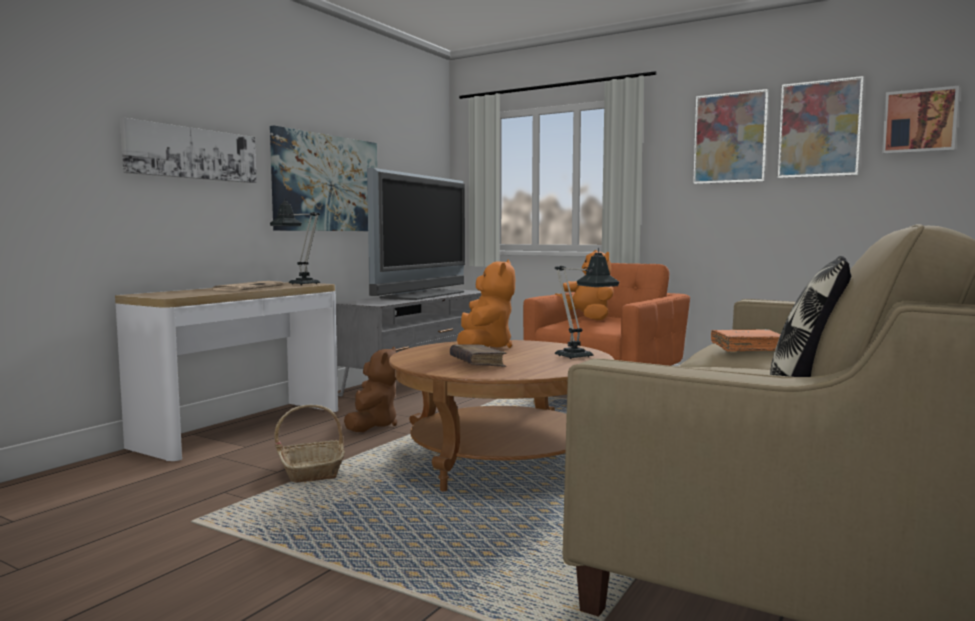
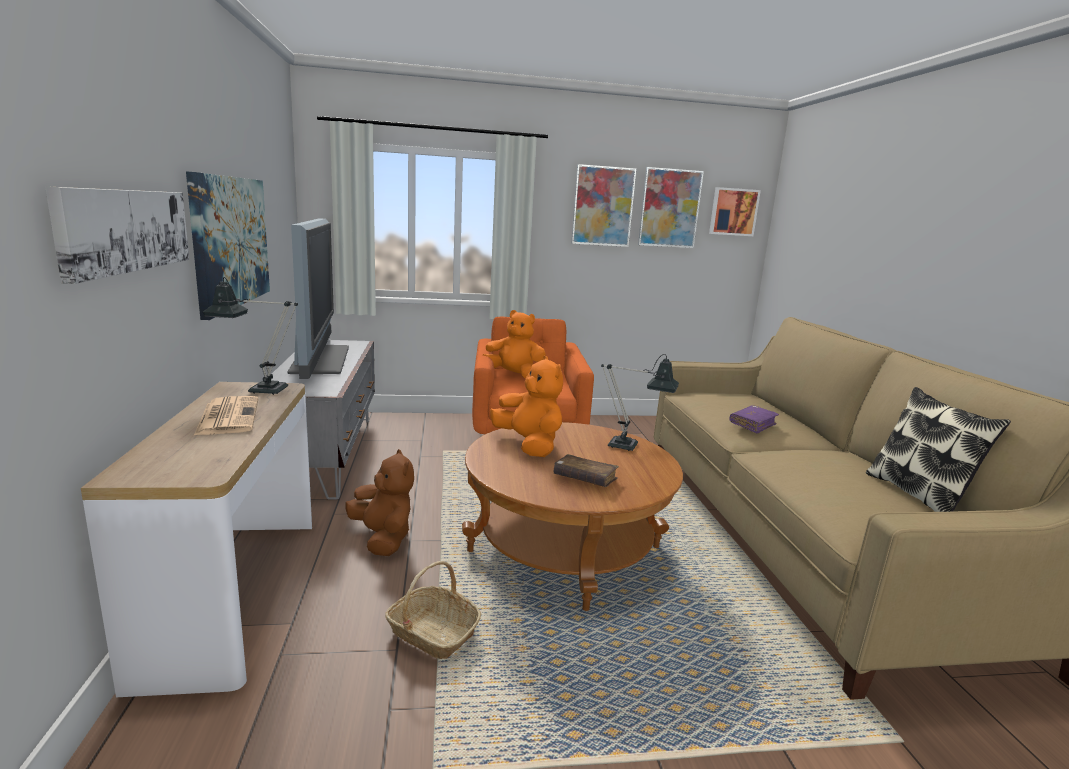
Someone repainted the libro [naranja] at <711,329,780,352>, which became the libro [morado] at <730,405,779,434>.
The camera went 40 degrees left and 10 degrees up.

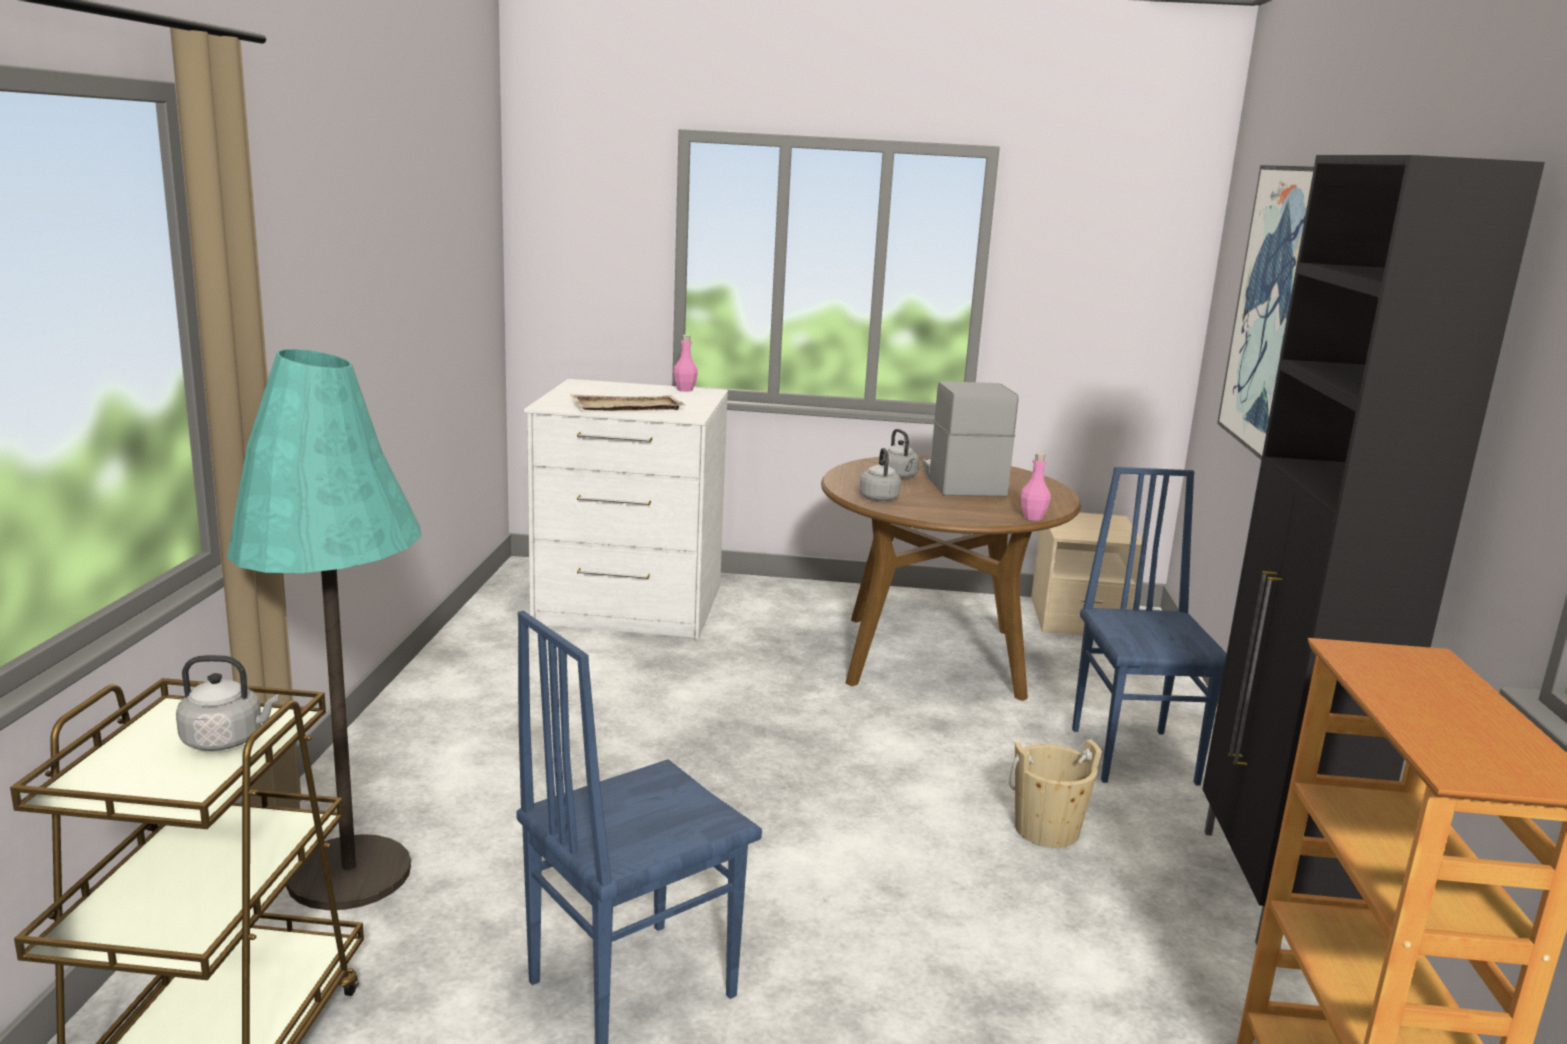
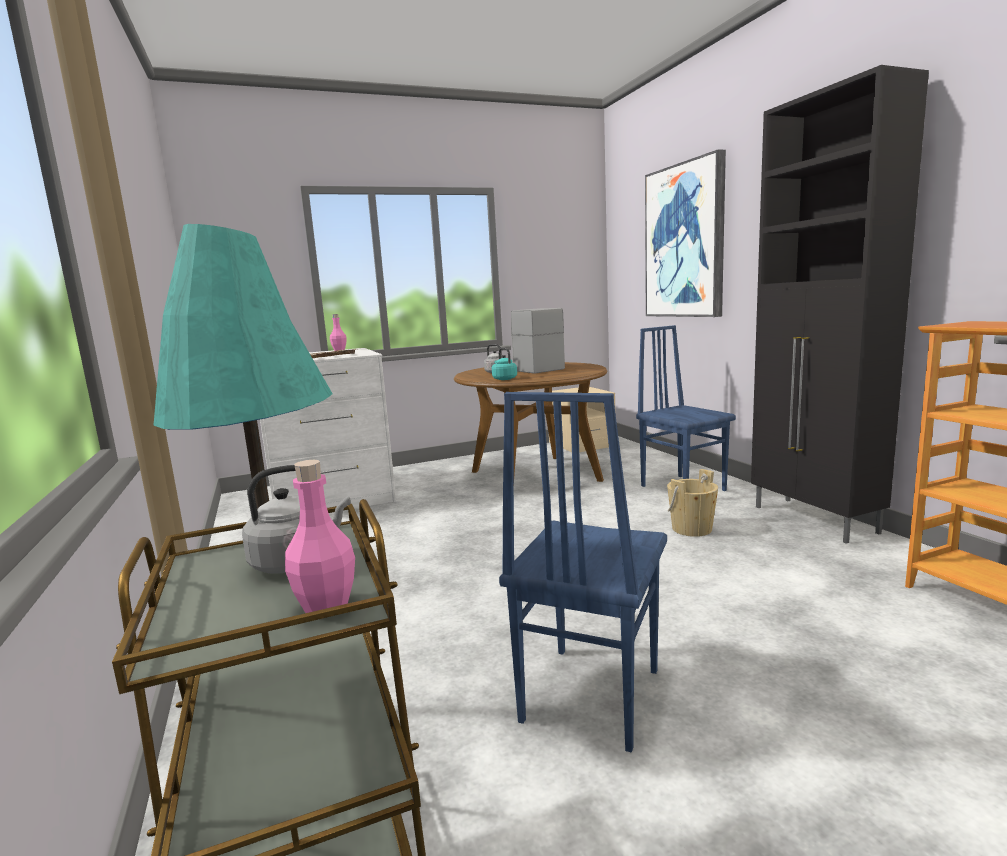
Someone repainted the hervidor [gris] at <859,448,901,501>, which became the hervidor [turquesa] at <492,348,517,380>.
Someone carried the botella [rosa] from <1020,453,1051,521> to <285,460,355,613>.
The camera went 25 degrees left and 5 degrees down.

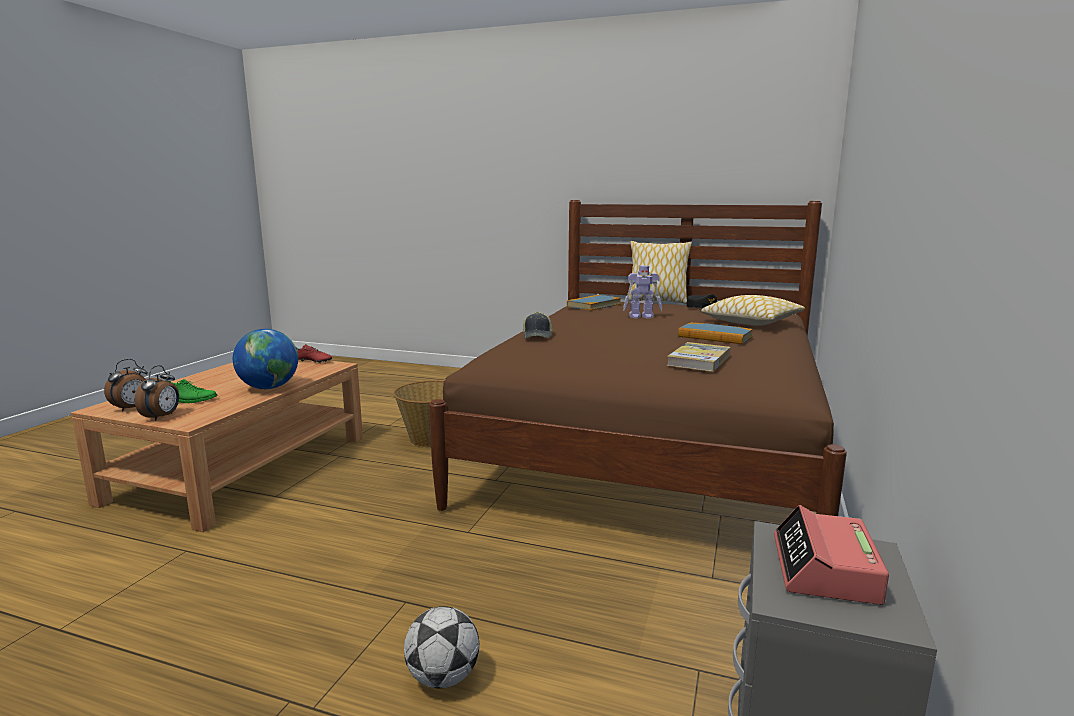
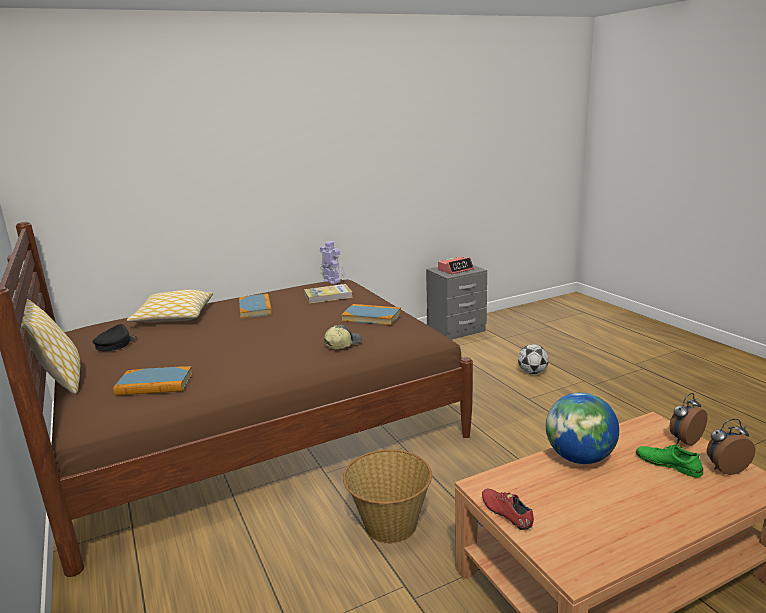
Someone carried the robot de juguete from <623,266,663,319> to <320,241,345,284>.
Someone put down the libro at <341,304,401,325>.
The camera went 135 degrees left and 5 degrees up.

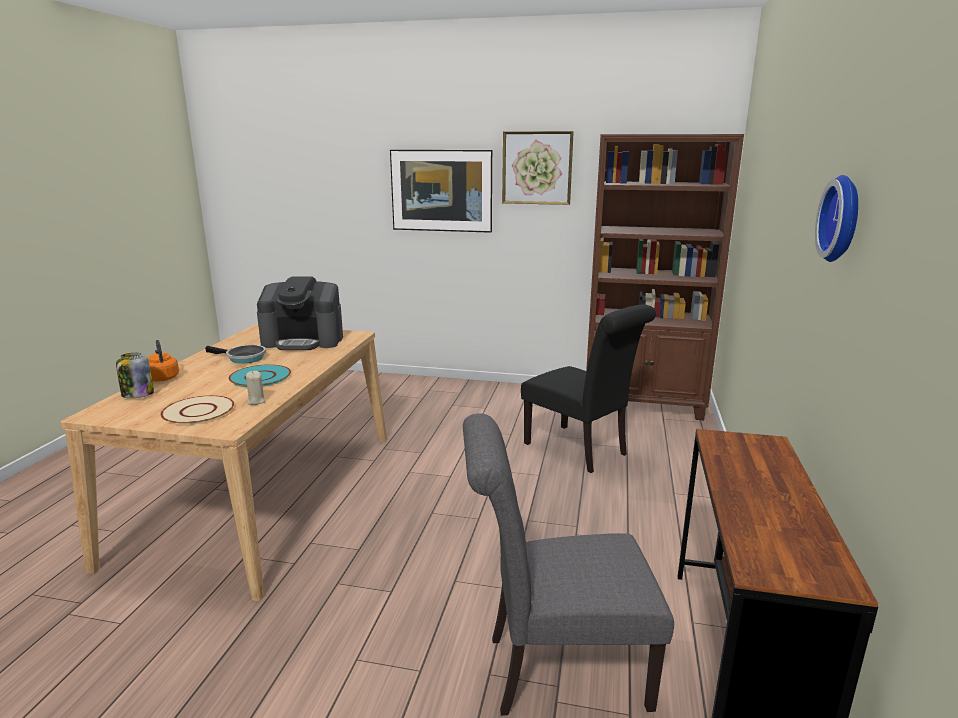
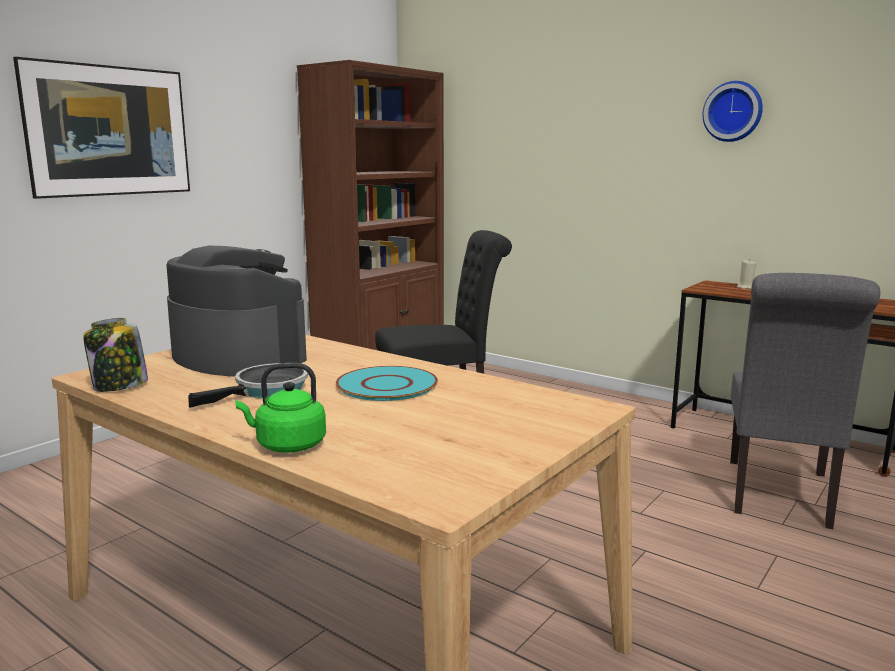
Someone took away the cuadro at <502,131,574,205>.
Someone rotated the cafetera at <257,276,343,350> by 75 degrees counterclockwise.
Someone repainted the hervidor [naranja] at <148,340,179,382>, which became the hervidor [verde] at <235,363,326,453>.
Someone carried the tarro from <116,353,154,398> to <83,318,148,392>.
Someone carried the vela [beis] from <246,371,266,405> to <737,259,757,289>.
Someone took away the plato [beis] at <161,395,234,425>.
The camera went 65 degrees left and 5 degrees down.

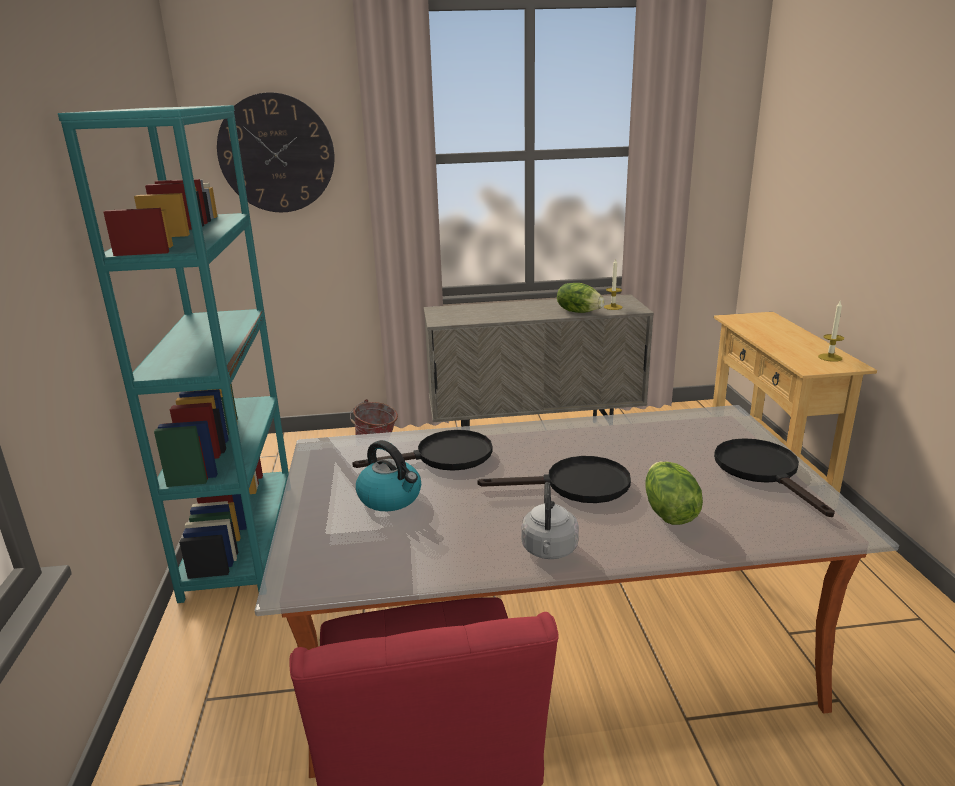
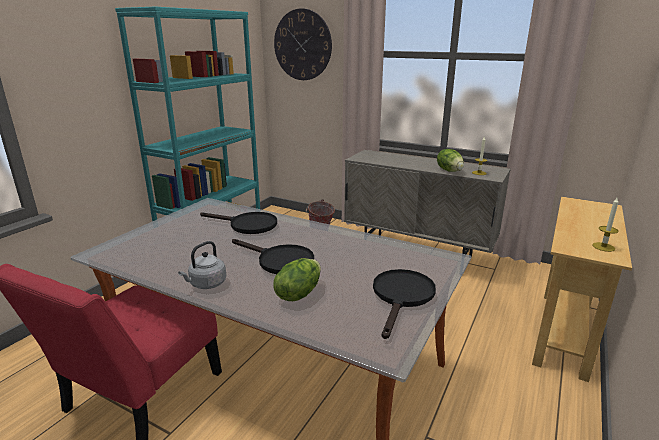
Someone took away the hervidor at <356,440,421,511>.
The camera went 35 degrees right and 0 degrees up.

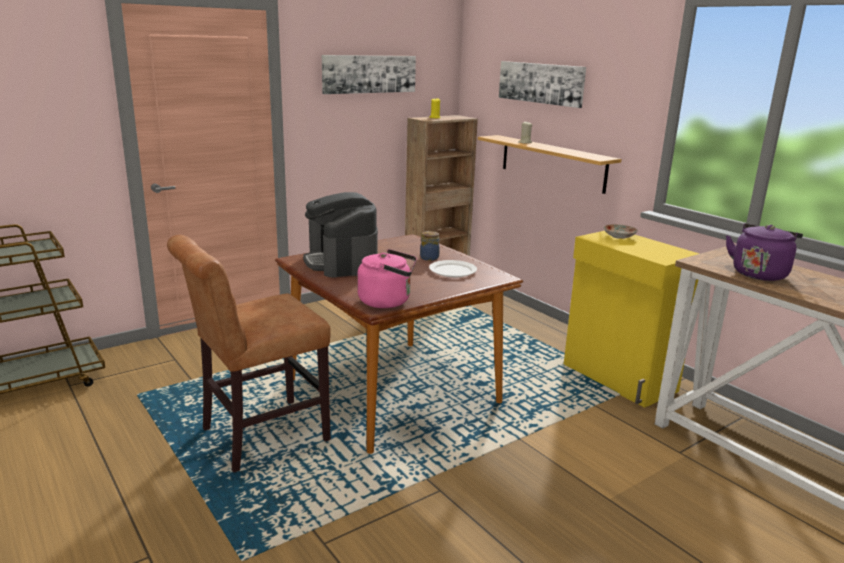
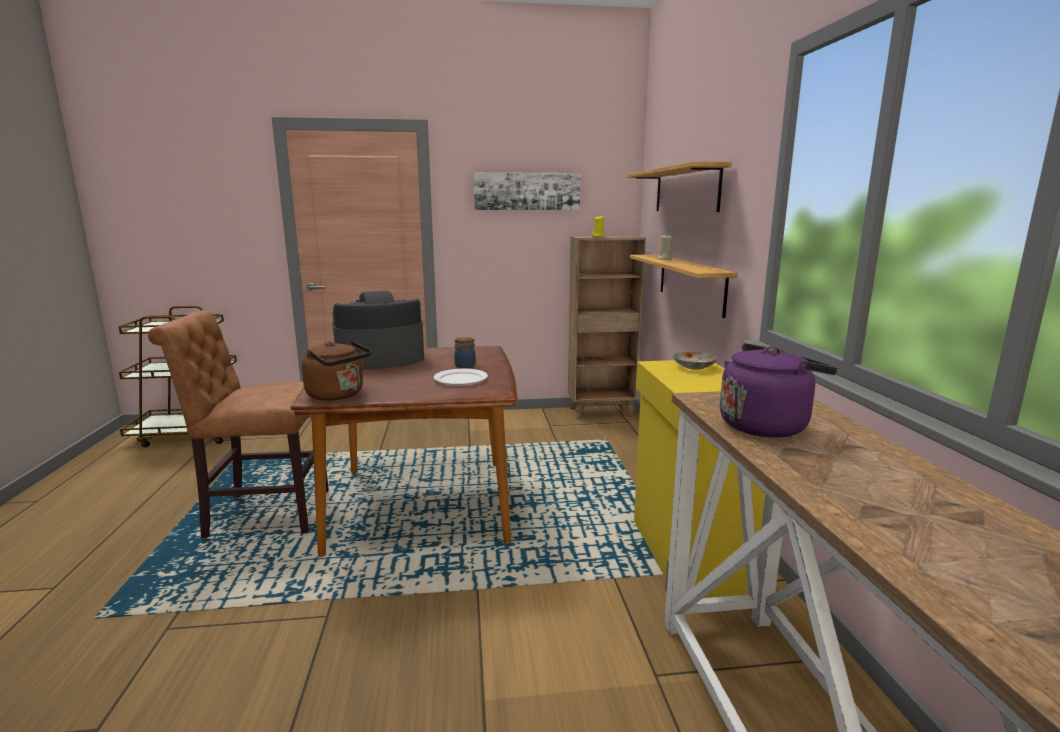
Someone swapped the cuadro at <499,61,586,108> for the estante at <626,161,732,212>.
Someone rotated the cafetera at <303,192,378,277> by 60 degrees clockwise.
Someone repainted the hervidor [rosa] at <357,249,417,308>, which became the hervidor [marrón] at <302,340,372,401>.
The camera went 30 degrees right and 5 degrees down.

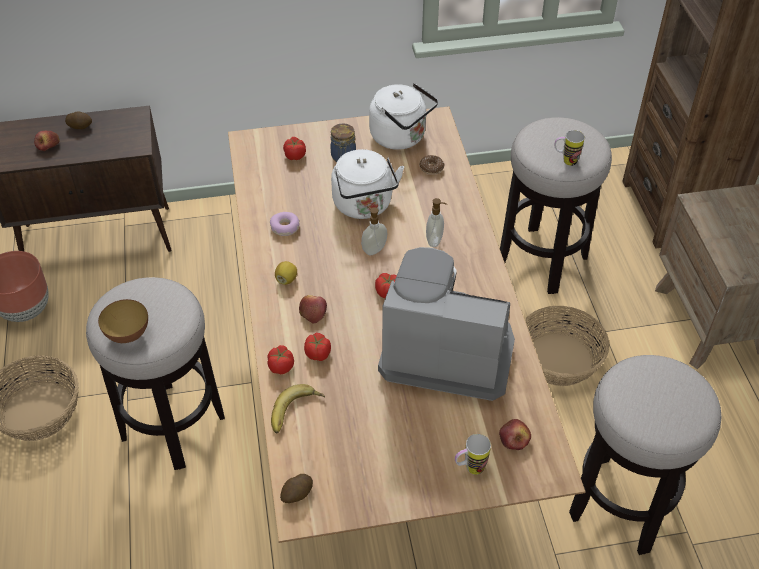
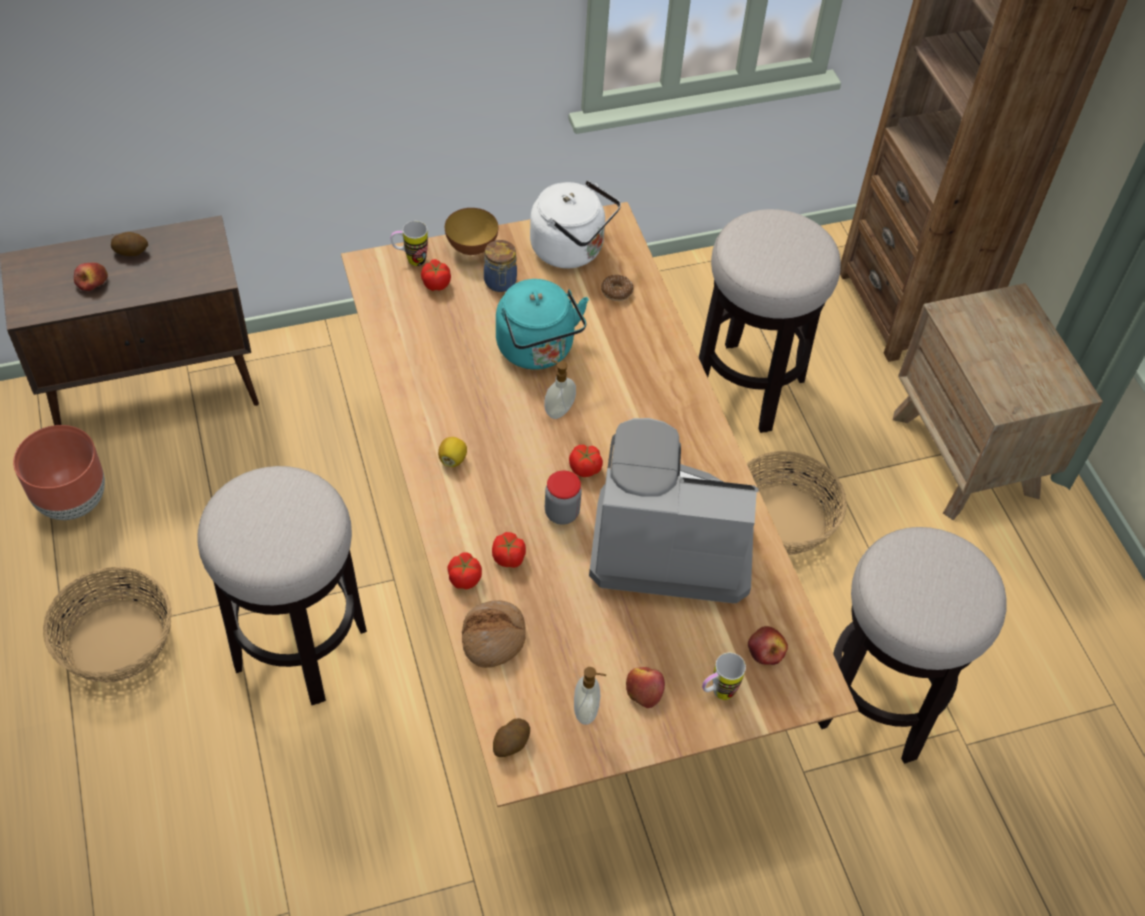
Someone carried the taza grande from <555,130,585,166> to <391,221,428,266>.
Someone repainted the hervidor [blanco] at <331,149,404,219>, which became the hervidor [turquesa] at <496,279,589,370>.
Someone carried the dispensador de jabón from <426,198,447,247> to <574,667,606,725>.
Someone took away the rosquilla at <270,212,300,236>.
Someone carried the manzana from <299,295,327,323> to <626,667,665,708>.
Someone carried the cuenco from <98,299,148,343> to <445,208,498,255>.
Someone swapped the plátano at <271,384,325,433> for the pan at <462,600,526,668>.
Someone put down the tarro at <545,471,582,525>.
The camera went 10 degrees left and 5 degrees up.

